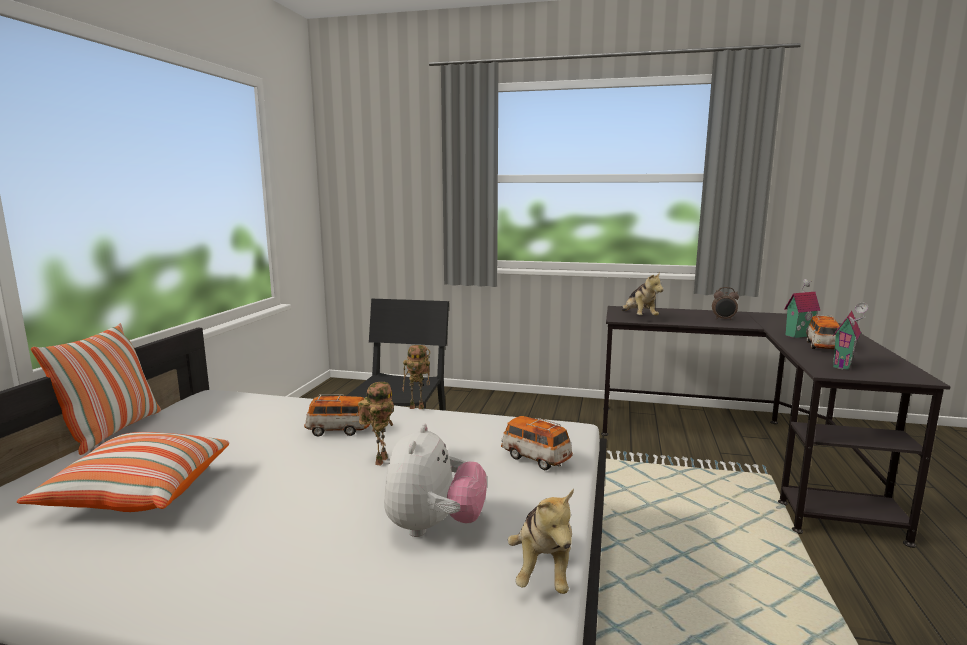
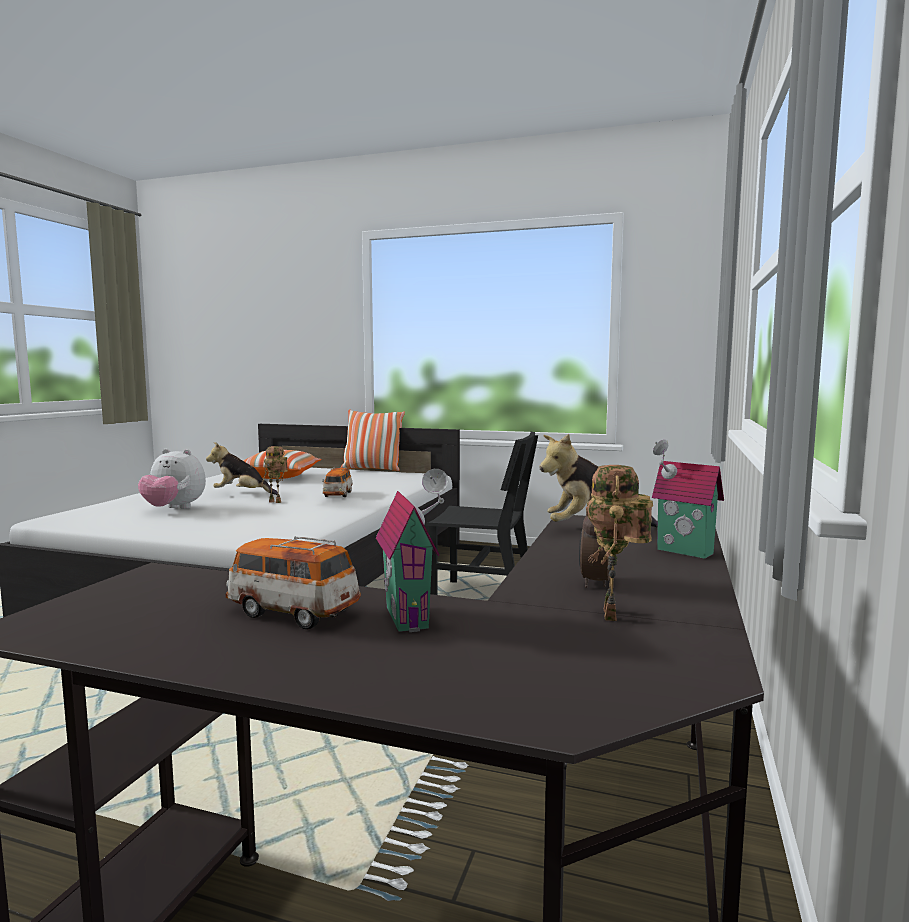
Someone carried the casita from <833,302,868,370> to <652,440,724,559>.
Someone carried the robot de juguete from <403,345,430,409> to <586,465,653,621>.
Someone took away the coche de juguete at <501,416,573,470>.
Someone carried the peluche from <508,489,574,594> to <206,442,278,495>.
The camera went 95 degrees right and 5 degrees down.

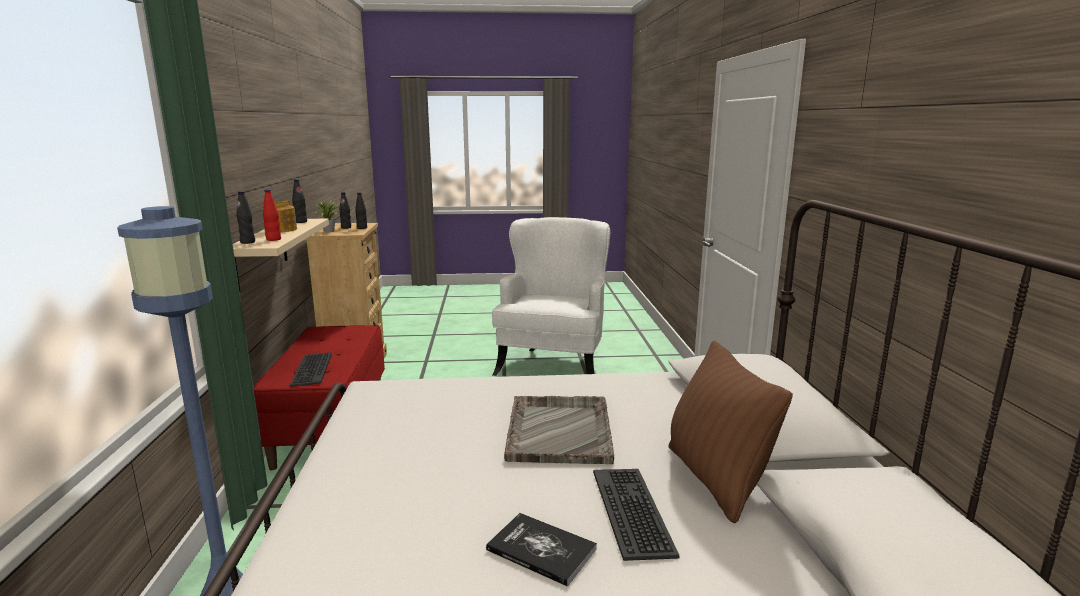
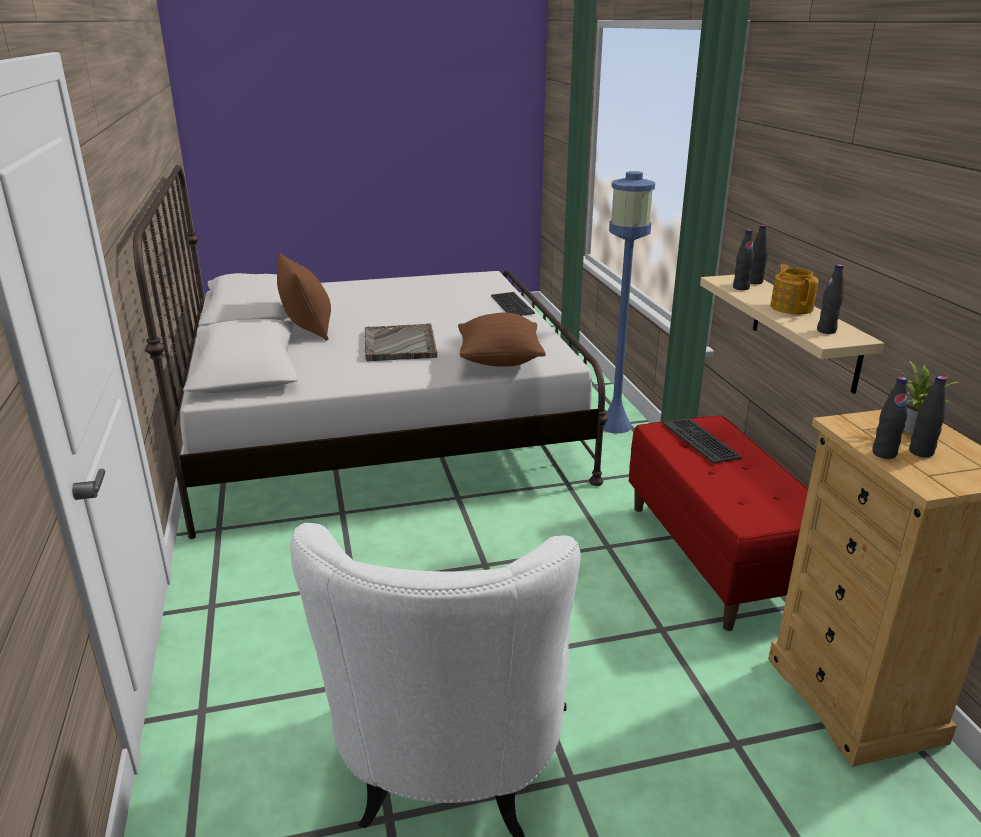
Someone repainted the botella [rojo] at <263,190,281,241>, which became the botella [negro] at <733,229,754,290>.
Someone carried the teclado from <593,469,680,561> to <491,292,535,316>.
Someone took away the libro at <486,513,597,587>.
Someone put down the cojín [marrón] at <458,313,546,367>.
The camera went 170 degrees right and 10 degrees up.

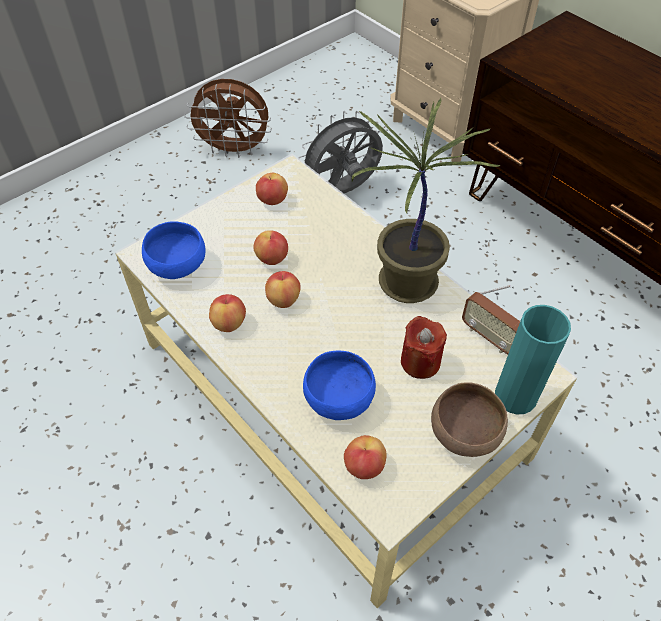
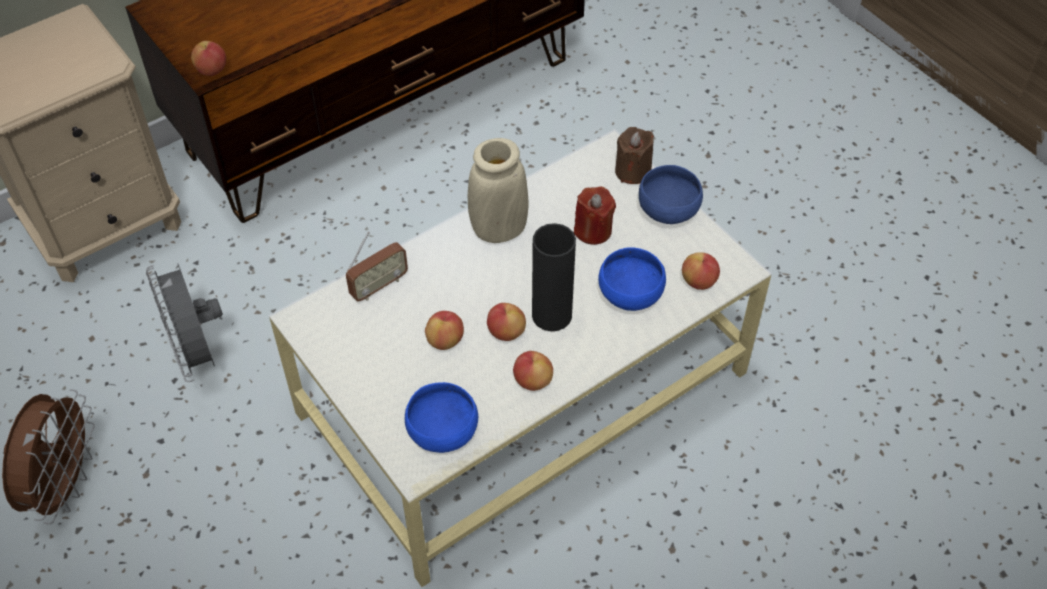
Someone swapped the planta en maceta at <352,98,501,303> for the florero [beis] at <468,138,528,243>.
Someone carried the manzana from <256,173,288,205> to <191,41,226,76>.
Someone carried the radio from <462,285,520,354> to <346,231,408,301>.
Someone swapped the florero [turquesa] at <495,305,571,414> for the vela [marrón] at <615,127,654,184>.
Someone repainted the cuenco [marrón] at <431,382,508,457>, which became the cuenco [azul] at <639,165,703,224>.
Someone put down the florero [negro] at <532,223,576,331>.
The camera went 85 degrees left and 0 degrees up.

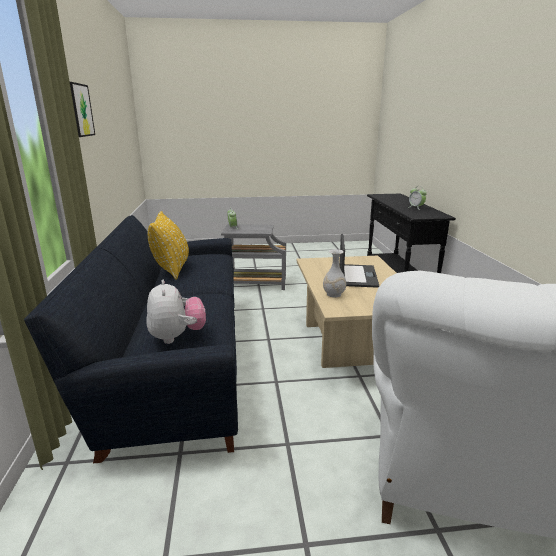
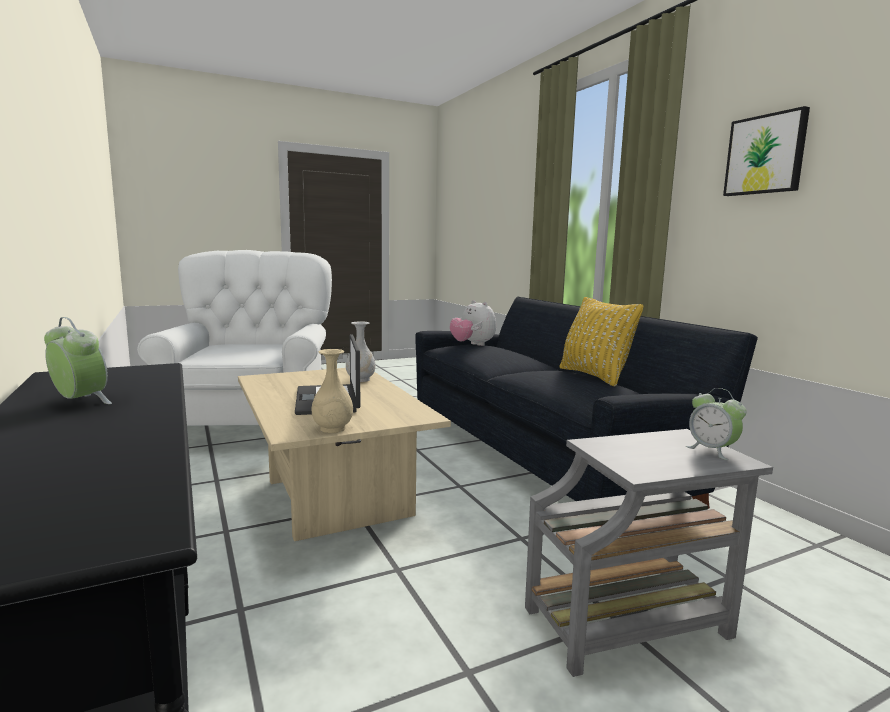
Someone put down the florero [beis] at <311,349,353,433>.
The camera went 160 degrees right and 10 degrees down.

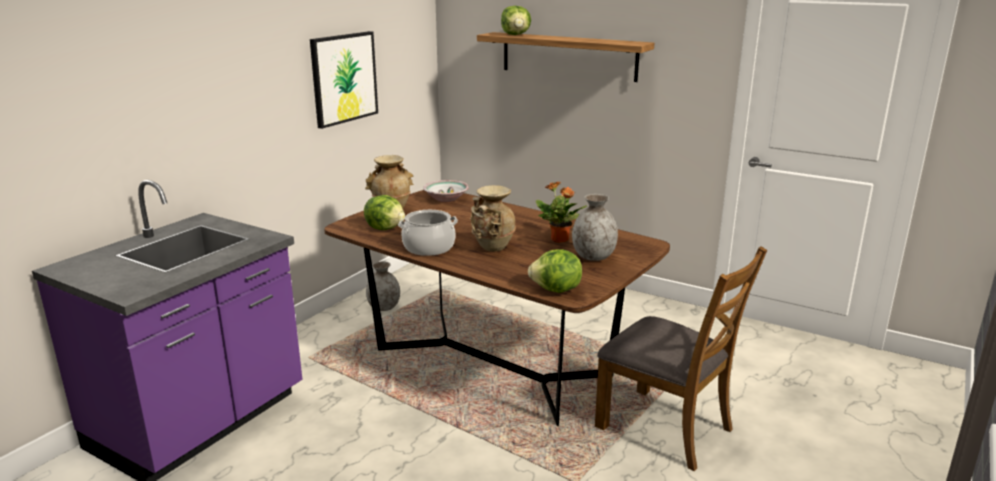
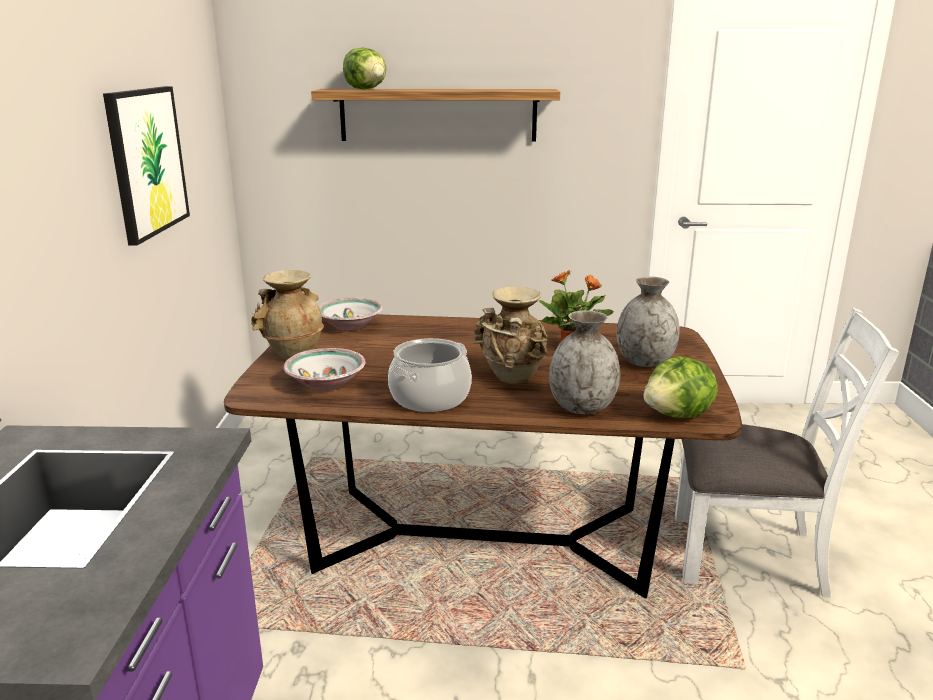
Someone swapped the lechuga at <364,195,405,230> for the cuenco at <283,348,366,391>.
Someone repainted the silla [marrón] at <595,246,767,471>, which became the silla [blanco] at <675,308,899,598>.
Someone carried the florero [gris] from <366,261,400,311> to <549,310,620,414>.
The camera went 30 degrees left and 0 degrees up.

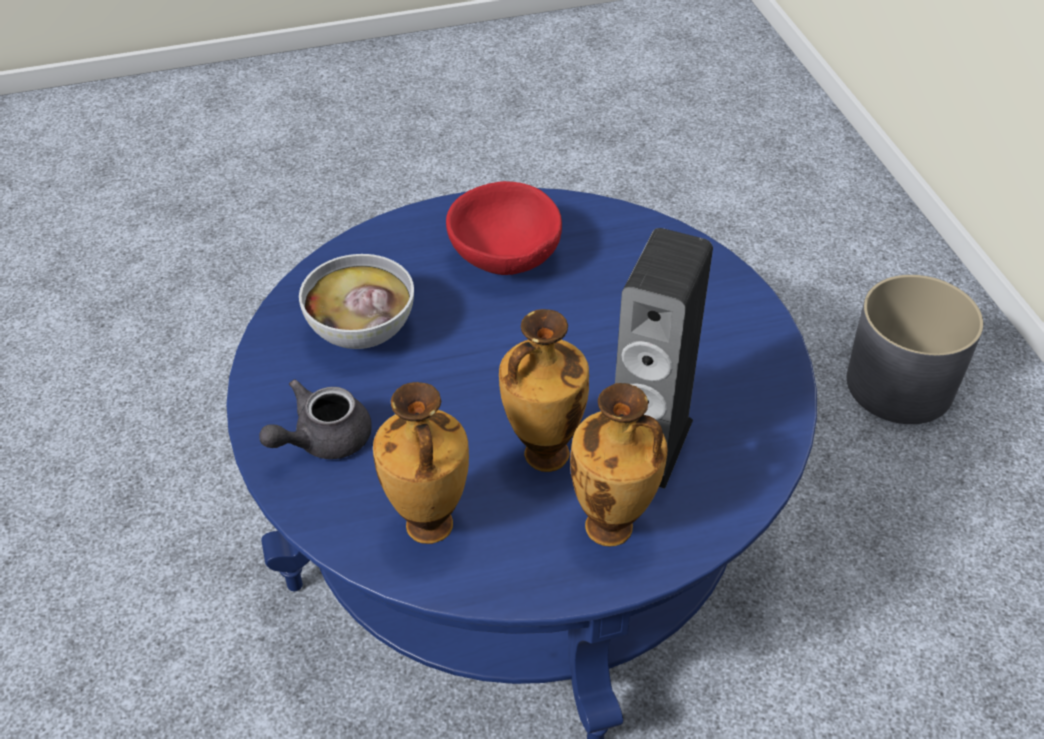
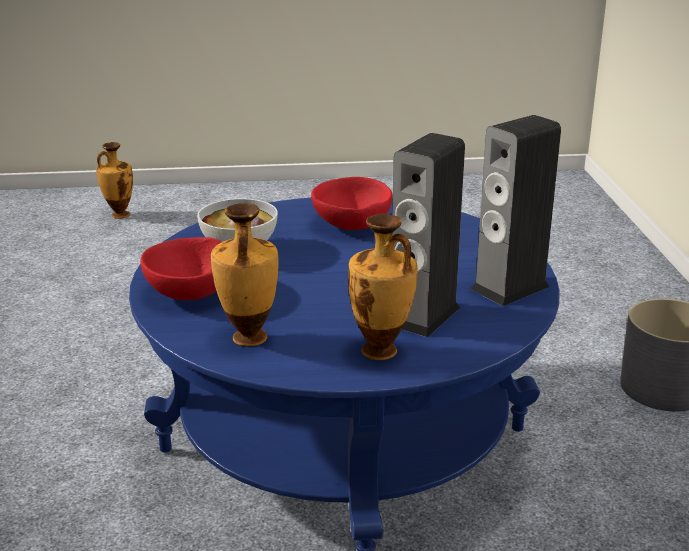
Someone carried the florero from <499,309,589,472> to <96,142,133,219>.
Someone swapped the tetera [gris] at <259,380,372,459> for the cuenco [rojo] at <140,237,222,300>.
Someone put down the altavoz at <471,115,561,306>.
The camera went 10 degrees right and 20 degrees down.

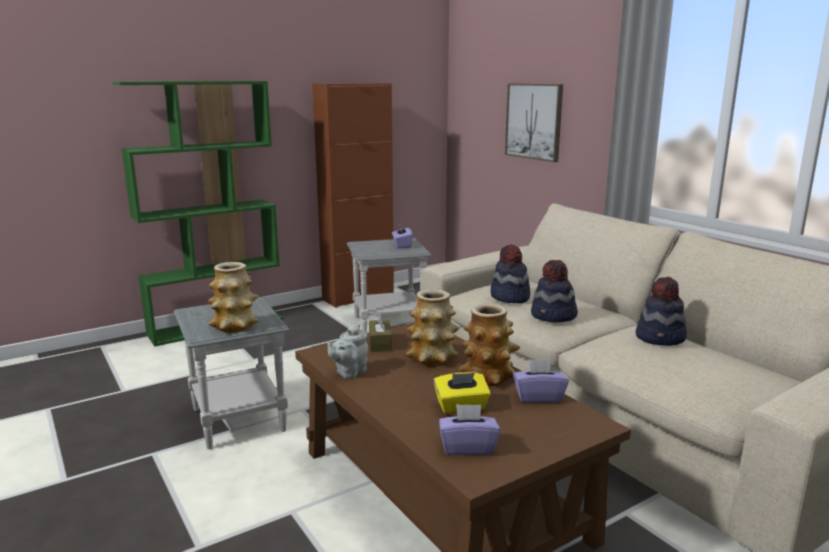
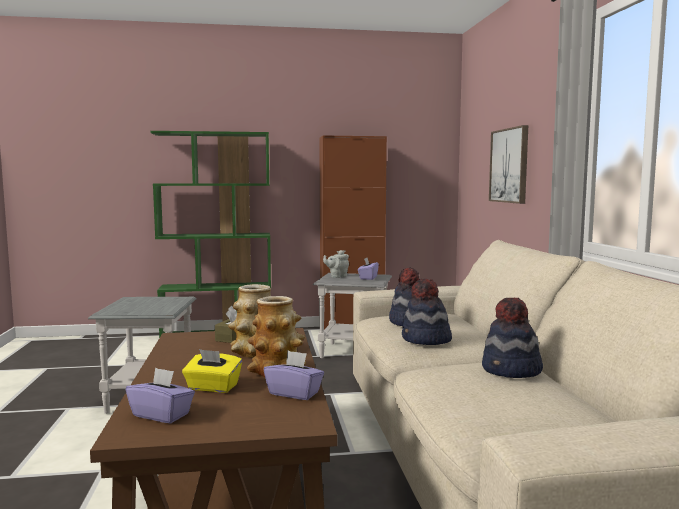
Someone took away the florero at <208,262,259,333>.
Someone carried the tetera [gris] from <328,325,368,379> to <323,250,349,278>.
The camera went 25 degrees right and 10 degrees down.

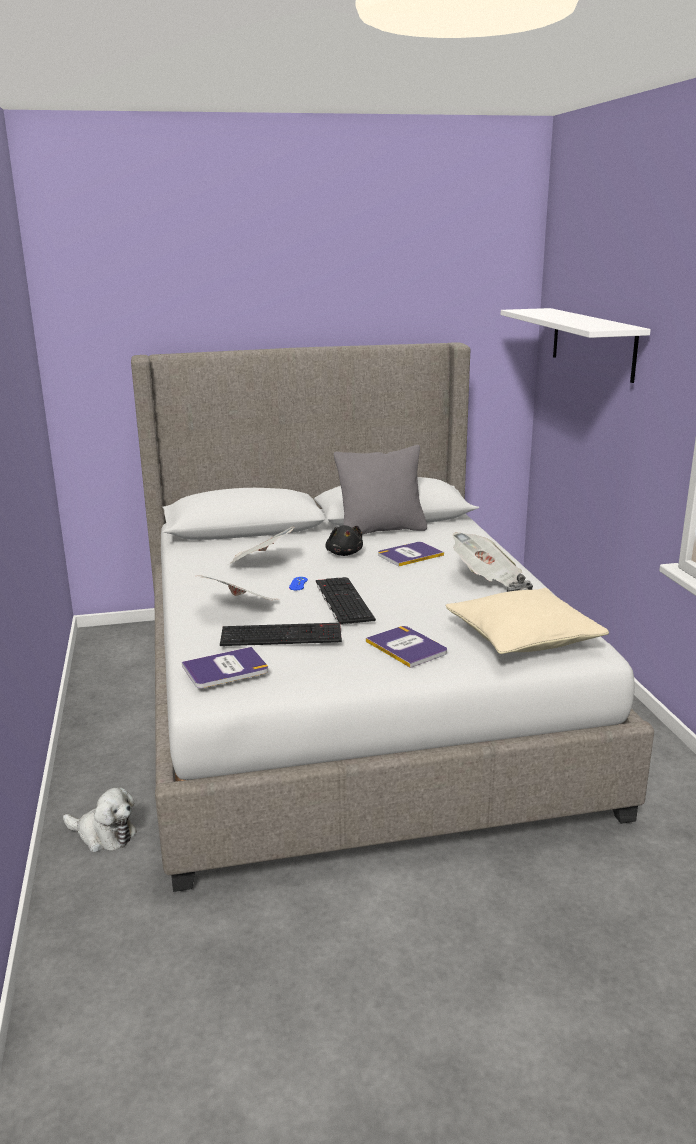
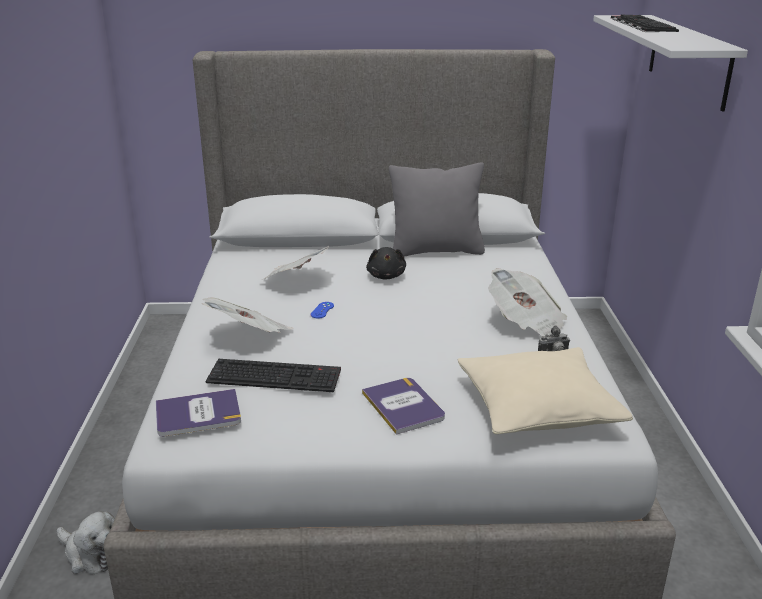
Someone took away the libro at <378,542,444,567>.
Someone carried the teclado from <316,577,376,625> to <611,15,679,32>.
The camera went 10 degrees right and 5 degrees up.

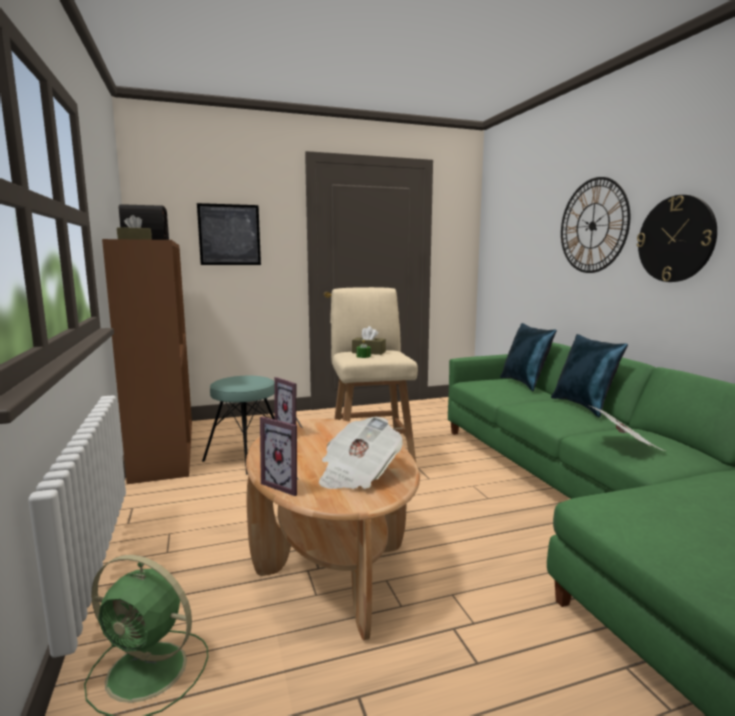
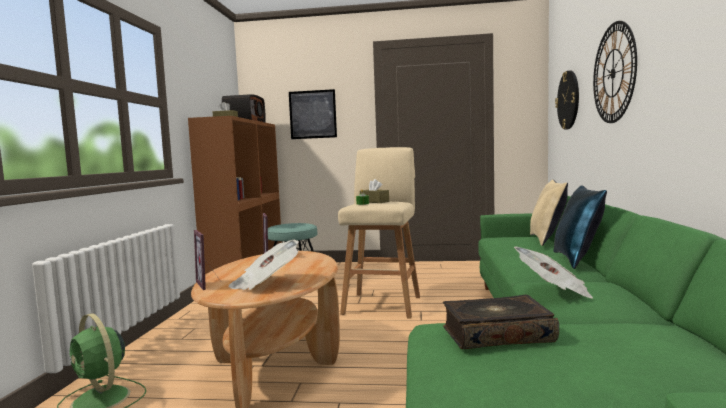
Someone carried the reloj de pared from <637,195,717,282> to <555,71,579,130>.
Someone repainted the cojín [azul] at <500,323,557,391>, which became the cojín [beis] at <530,180,568,246>.
Someone put down the libro at <443,295,559,349>.
The camera went 25 degrees right and 5 degrees down.

